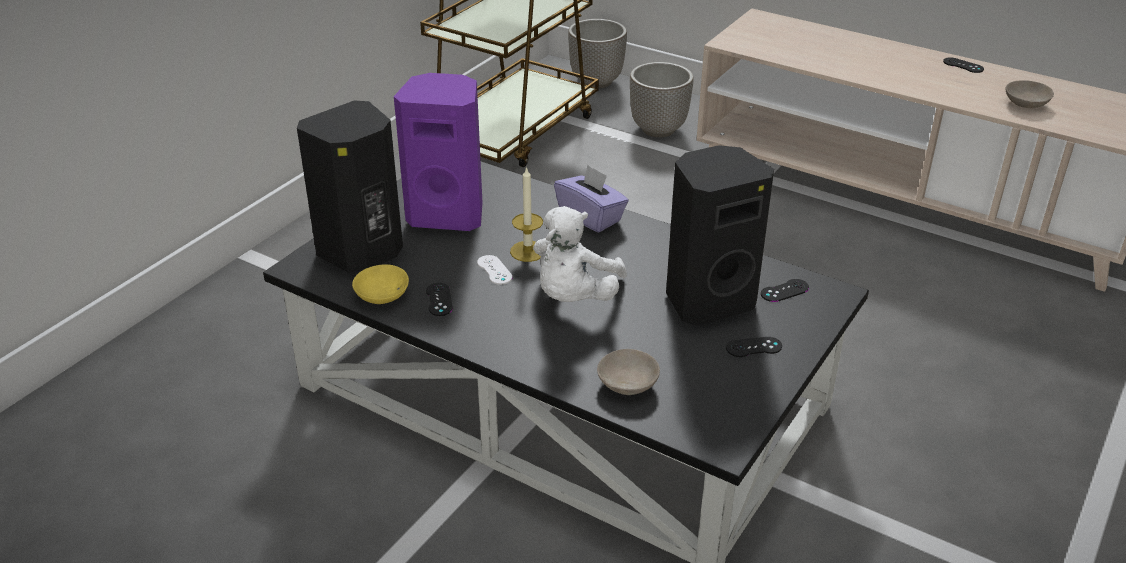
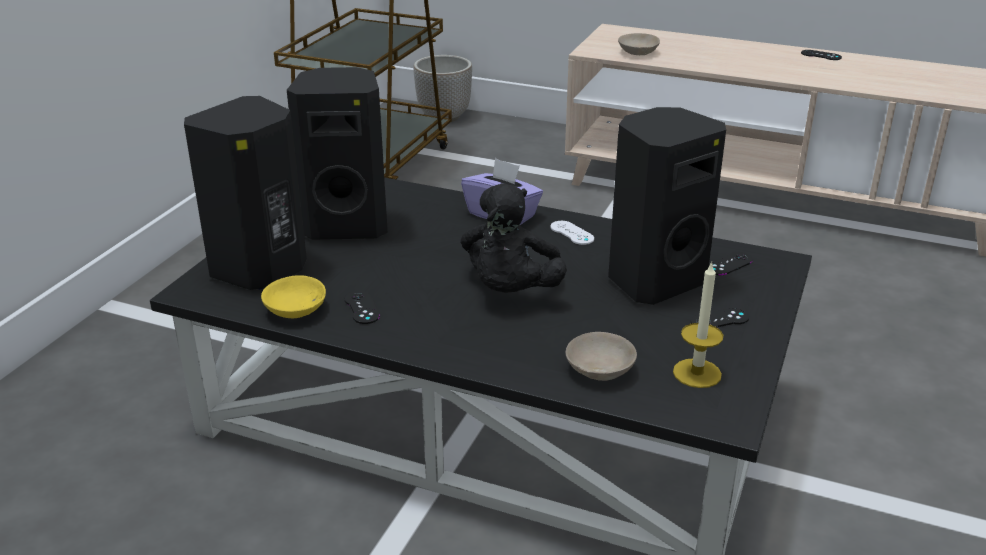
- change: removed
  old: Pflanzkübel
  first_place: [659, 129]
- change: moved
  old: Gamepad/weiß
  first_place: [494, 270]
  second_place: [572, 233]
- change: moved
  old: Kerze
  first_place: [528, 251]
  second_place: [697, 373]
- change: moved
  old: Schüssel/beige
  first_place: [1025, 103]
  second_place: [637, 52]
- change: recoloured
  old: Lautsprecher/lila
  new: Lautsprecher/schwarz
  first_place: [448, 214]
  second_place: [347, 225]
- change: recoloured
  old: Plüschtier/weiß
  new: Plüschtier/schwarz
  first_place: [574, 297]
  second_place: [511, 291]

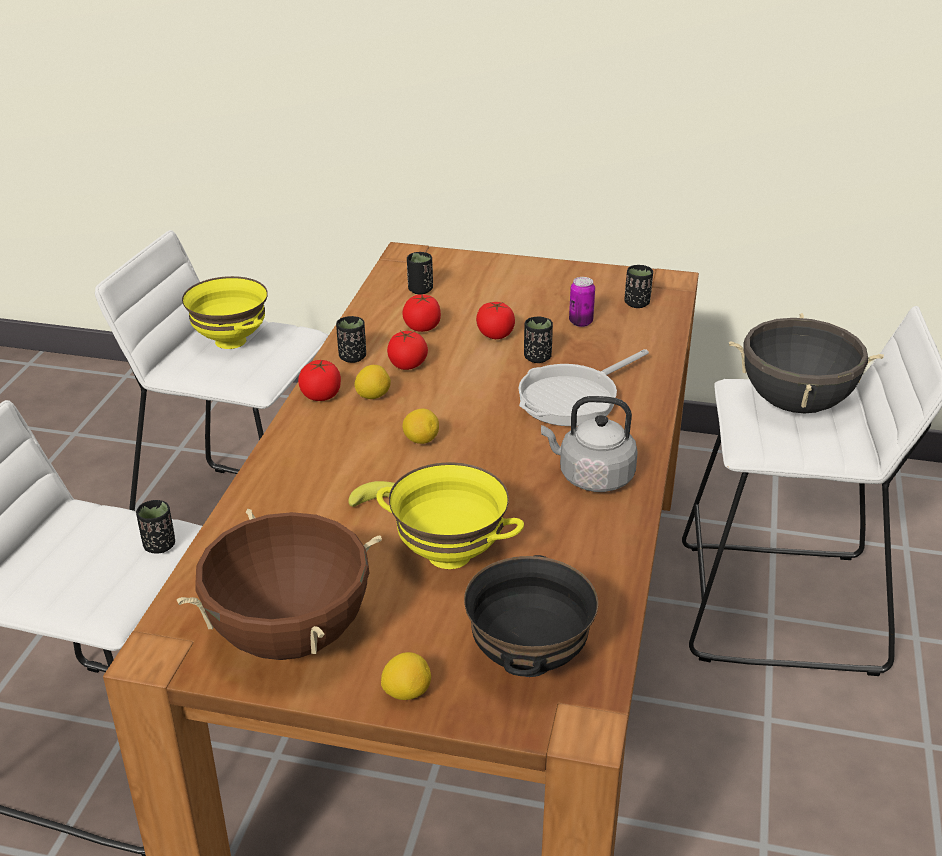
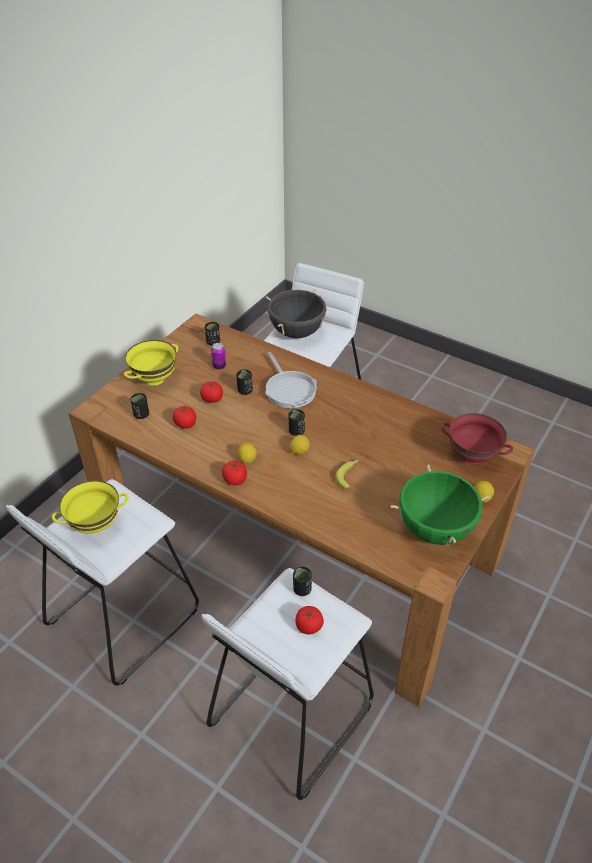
- change: removed
  old: Wasserkessel/grau
  first_place: [591, 477]
- change: moved
  old: Tasse/schwarz
  first_place: [352, 357]
  second_place: [296, 431]
- change: moved
  old: Schüssel/gelb
  first_place: [448, 556]
  second_place: [155, 380]
- change: moved
  old: Tomate
  first_place: [407, 365]
  second_place: [309, 626]
- change: recoloured
  old: Kochtopf/braun
  new: Kochtopf/grün
  first_place: [290, 635]
  second_place: [435, 529]
- change: recoloured
  old: Schüssel/schwarz
  new: Schüssel/rot
  first_place: [527, 659]
  second_place: [471, 457]

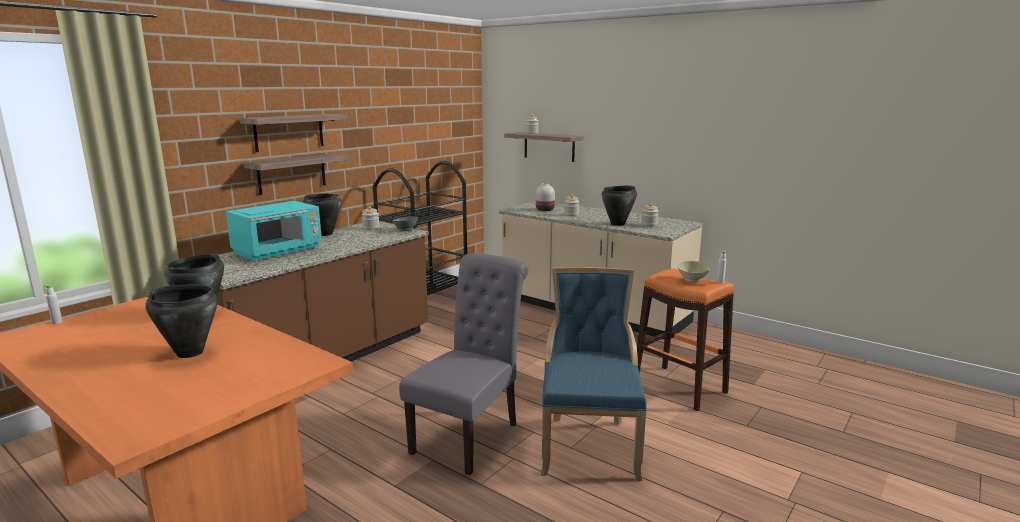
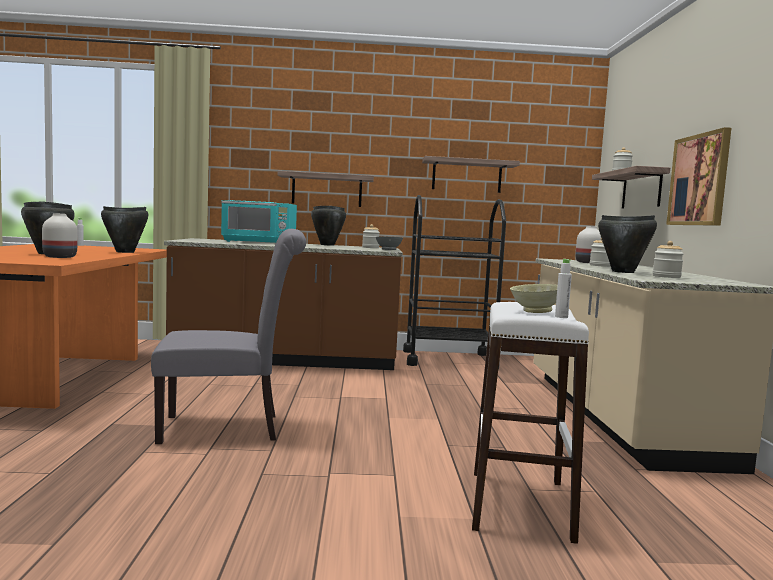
- change: removed
  old: Stuhl/blau
  first_place: [588, 444]
- change: added
  new: Vase/weiß
  second_place: [60, 257]
- change: added
  new: Bild
  second_place: [699, 180]
- change: moved
  old: Wandregal
  first_place: [289, 132]
  second_place: [466, 176]
- change: recoloured
  old: Hocker/orange
  new: Hocker/weiß
  first_place: [680, 387]
  second_place: [520, 505]

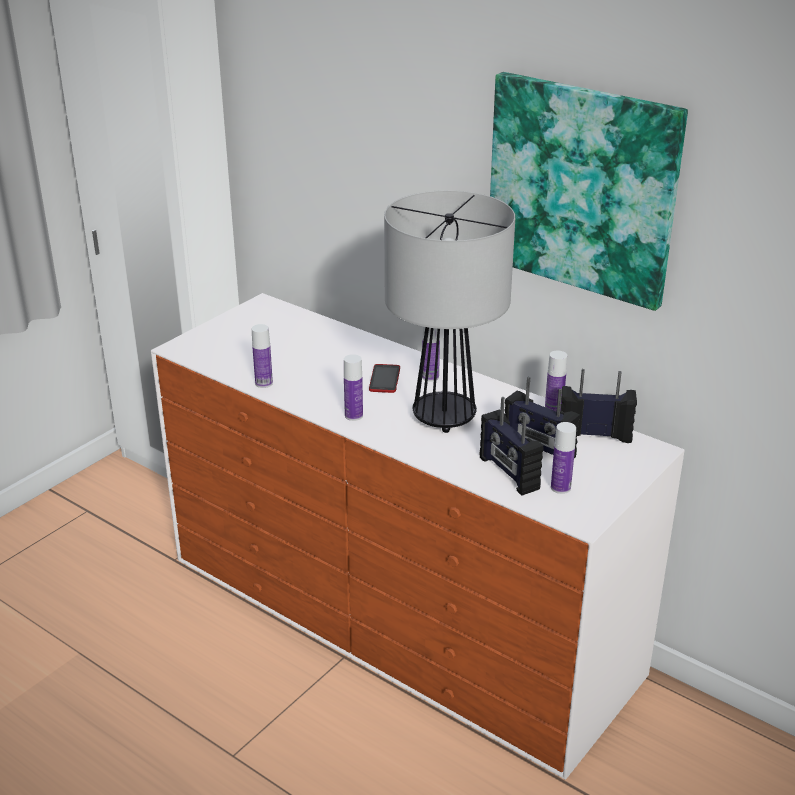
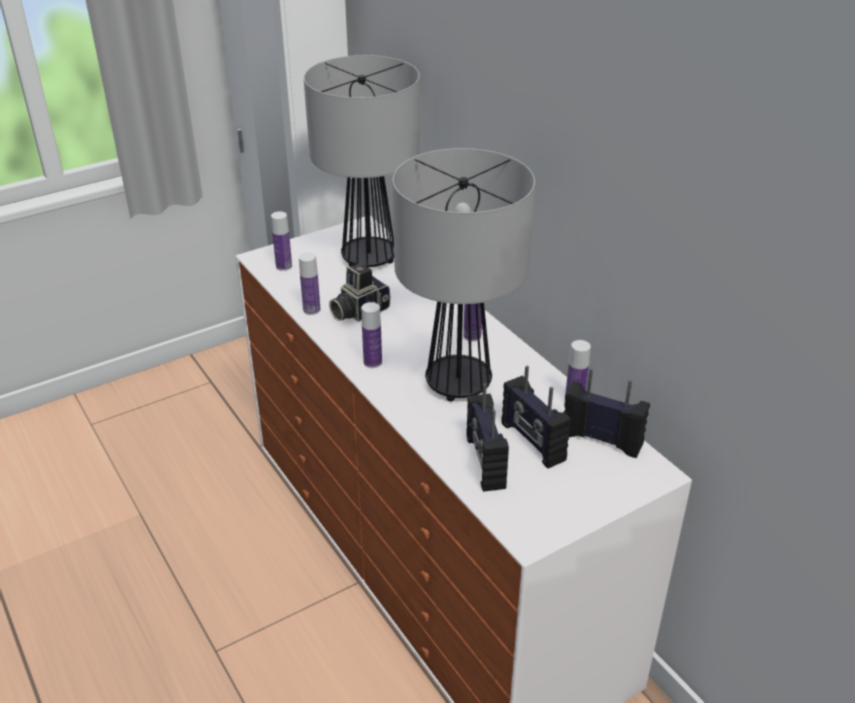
- change: removed
  old: Handy
  first_place: [384, 379]
- change: removed
  old: Bild
  first_place: [583, 188]
- change: added
  new: Tischlampe
  second_place: [370, 259]
- change: added
  new: Kamera
  second_place: [358, 311]
- change: moved
  old: Flasche
  first_place: [560, 487]
  second_place: [284, 266]

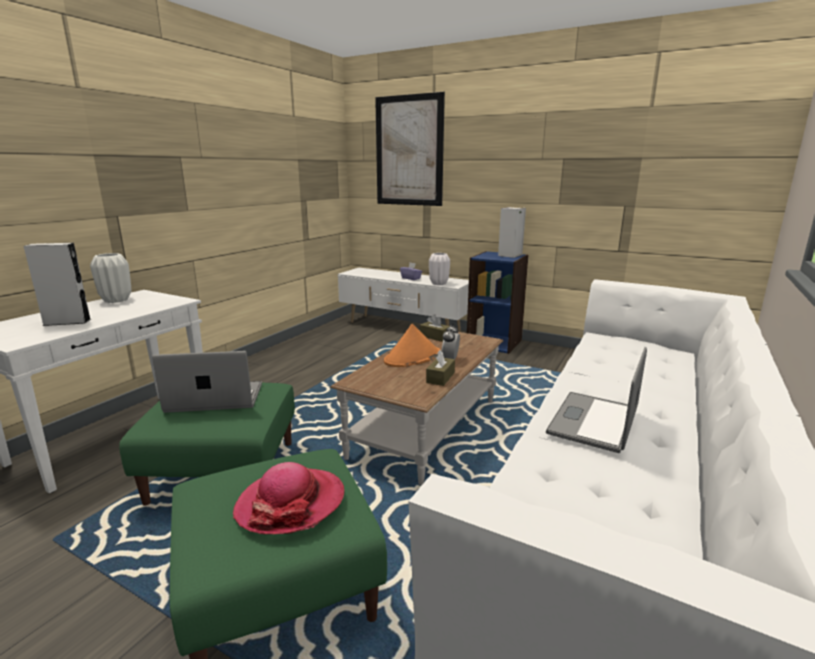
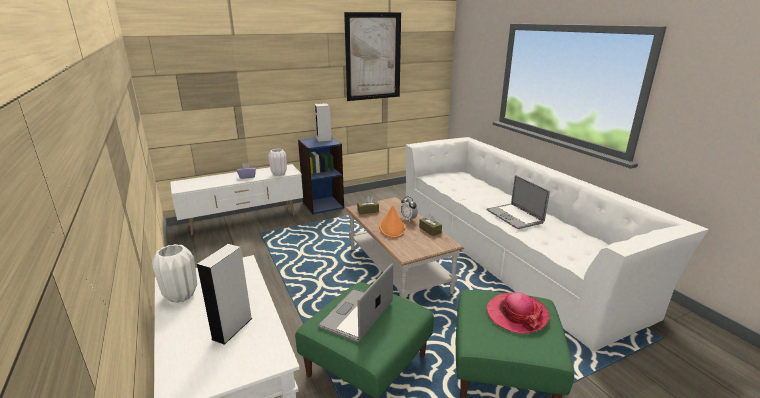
- change: moved
  old: Bild
  first_place: [409, 151]
  second_place: [373, 57]

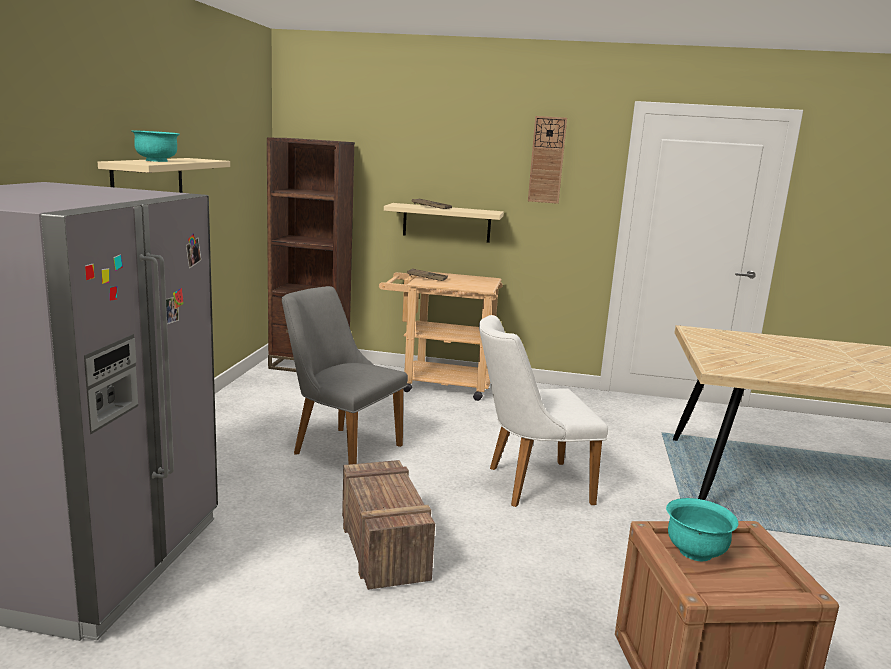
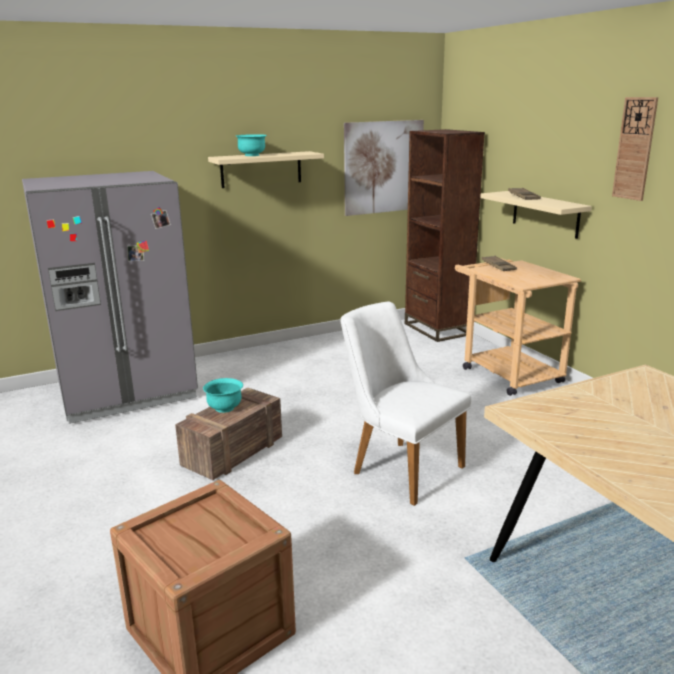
- change: removed
  old: Stuhl/grau
  first_place: [339, 447]
- change: added
  new: Bild
  second_place: [383, 167]
- change: moved
  old: Schüssel/türkis
  first_place: [695, 552]
  second_place: [225, 408]

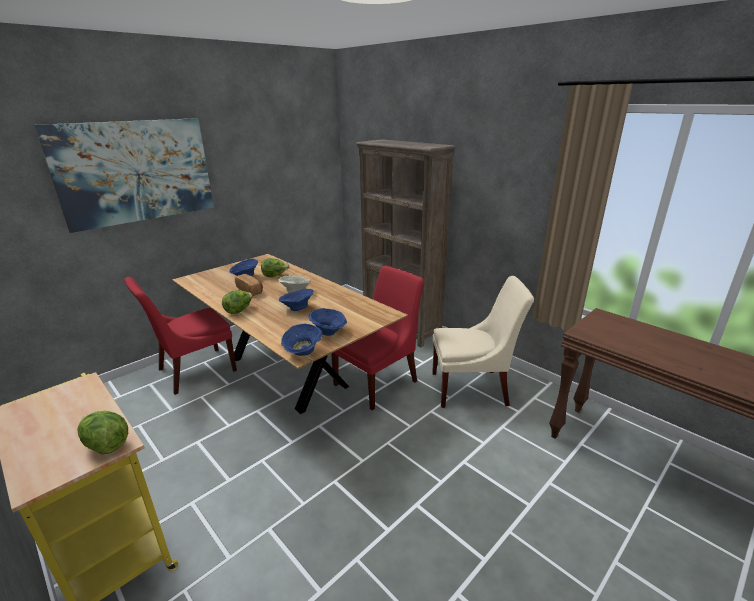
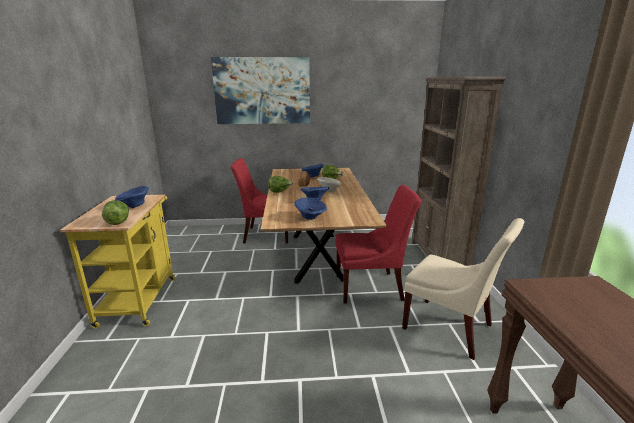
- change: moved
  old: Schüssel/blau
  first_place: [302, 352]
  second_place: [134, 206]

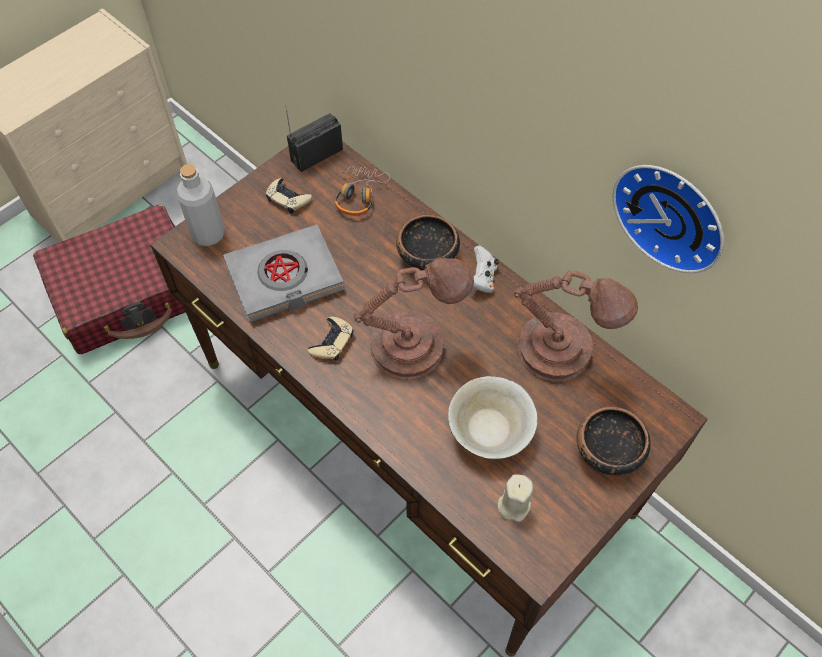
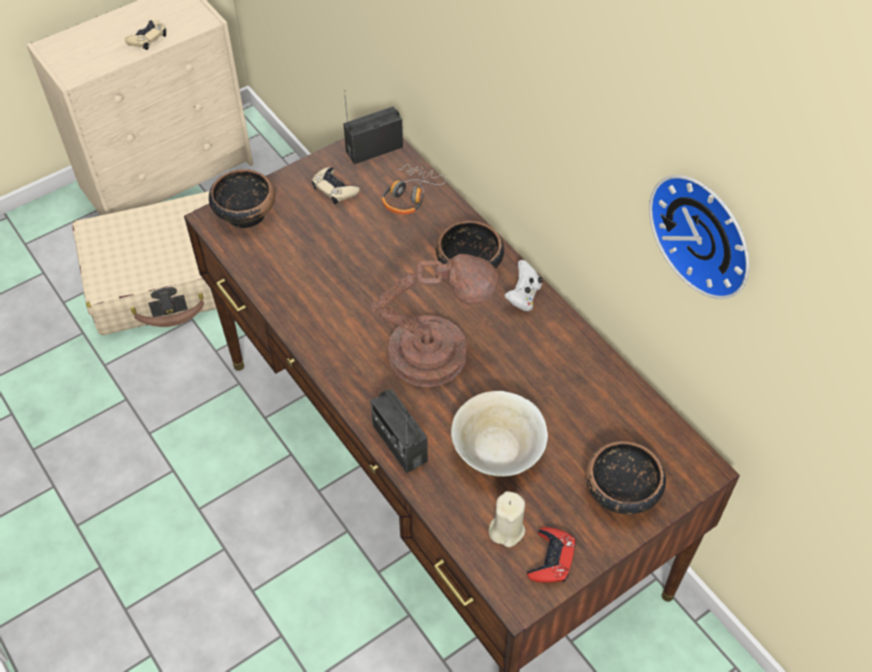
- change: removed
  old: Buch/grau
  first_place: [284, 278]
- change: removed
  old: Tischlampe/braun
  first_place: [560, 352]
- change: added
  new: Radio
  second_place: [399, 443]
- change: added
  new: Gamepad/rot
  second_place: [551, 559]
- change: moved
  old: Gamepad/beige
  first_place: [332, 342]
  second_place: [147, 38]
- change: replaced
  old: Flasche/grau
  new: Schüssel
  first_place: [208, 234]
  second_place: [245, 213]
- change: recoloured
  old: Koffer/rot
  new: Koffer/beige
  first_place: [129, 292]
  second_place: [165, 279]

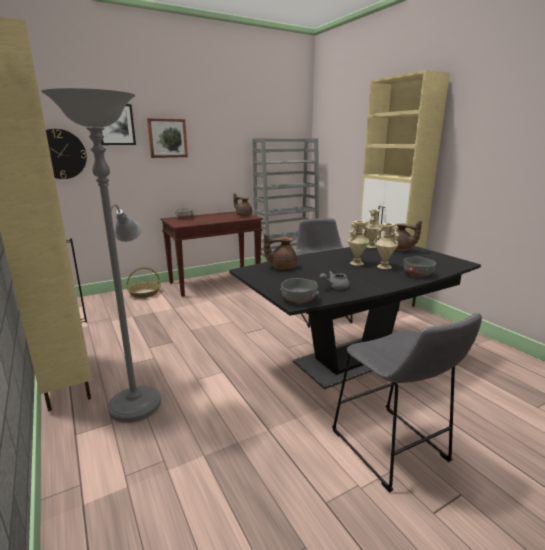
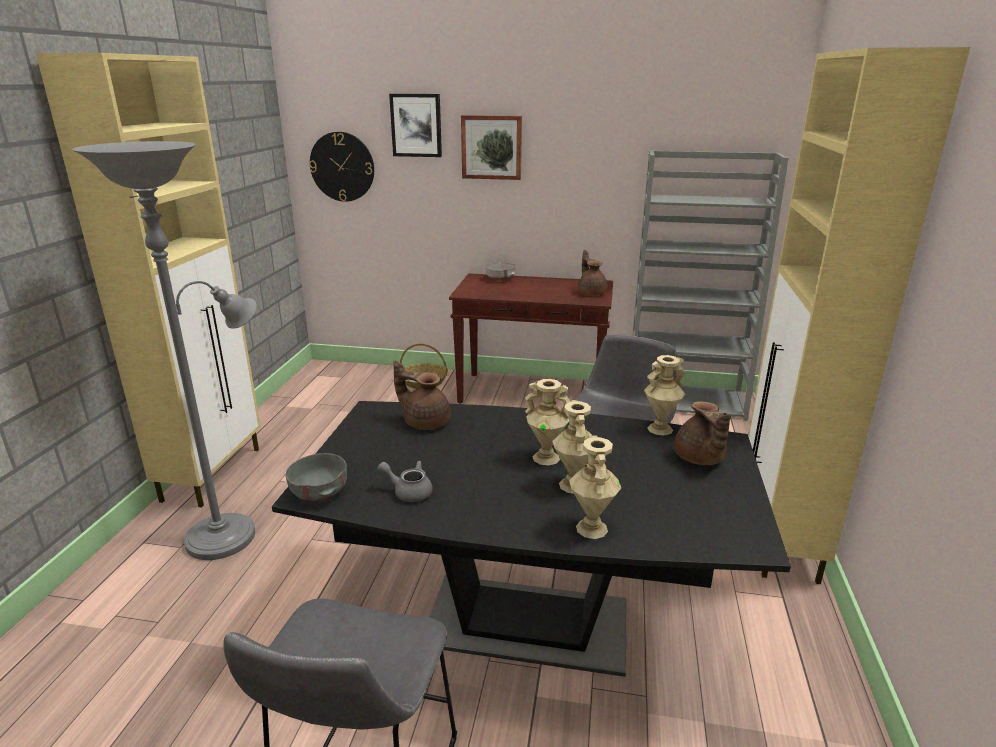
- change: replaced
  old: Schüssel/grau
  new: Vase/beige
  first_place: [417, 274]
  second_place: [591, 528]

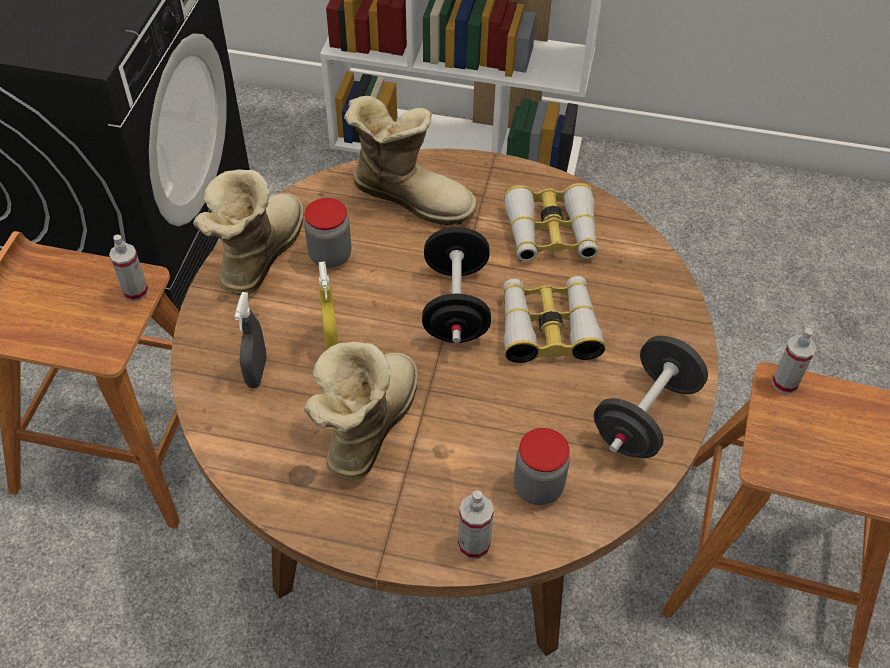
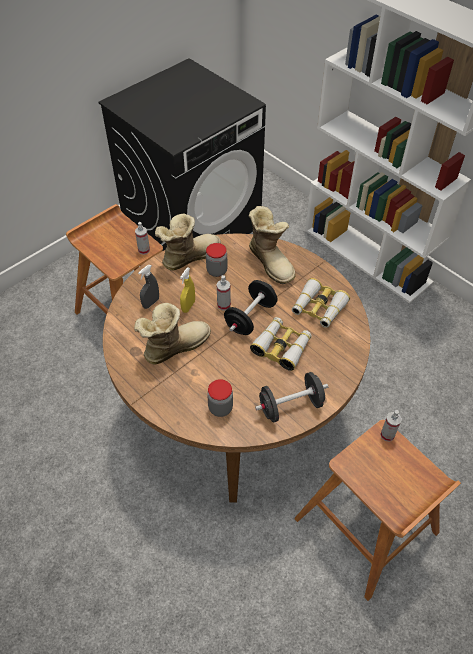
- change: moved
  old: Sprühflasche
  first_place: [474, 545]
  second_place: [223, 305]

